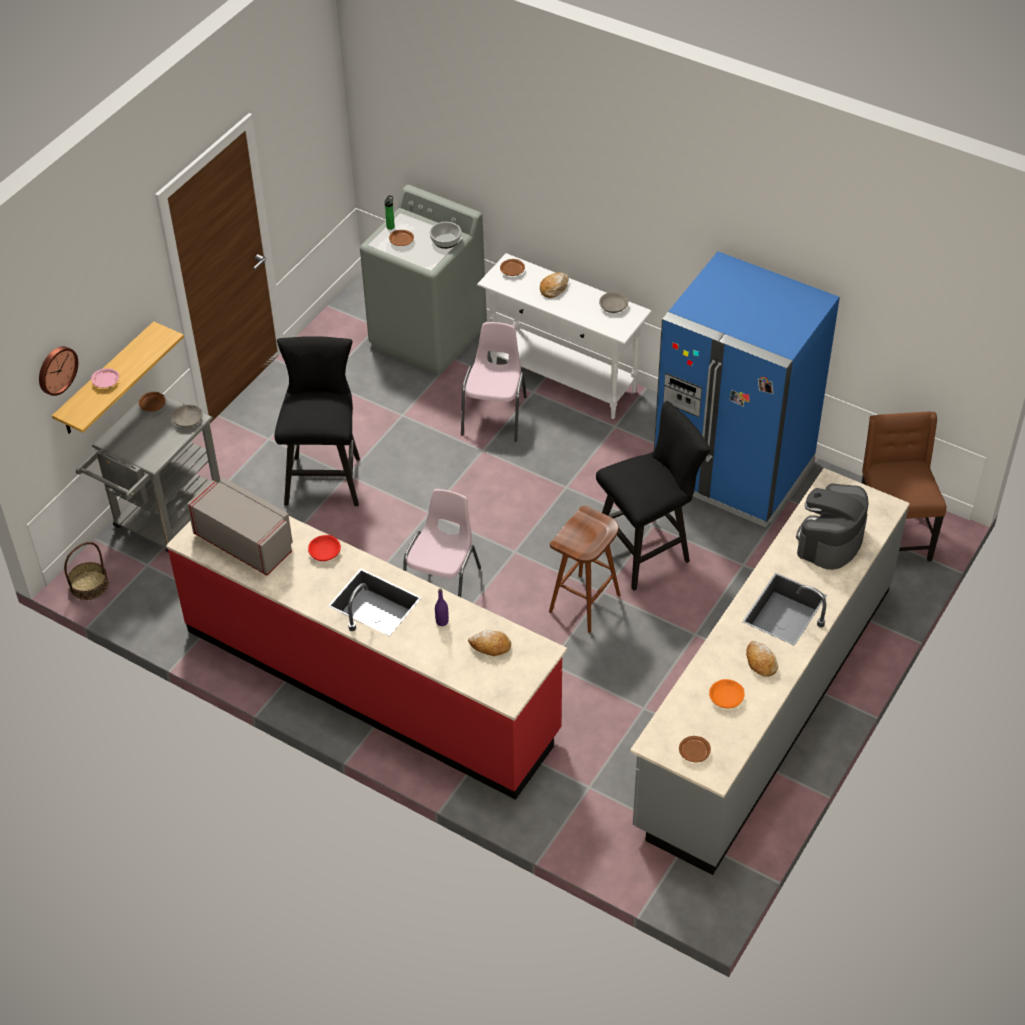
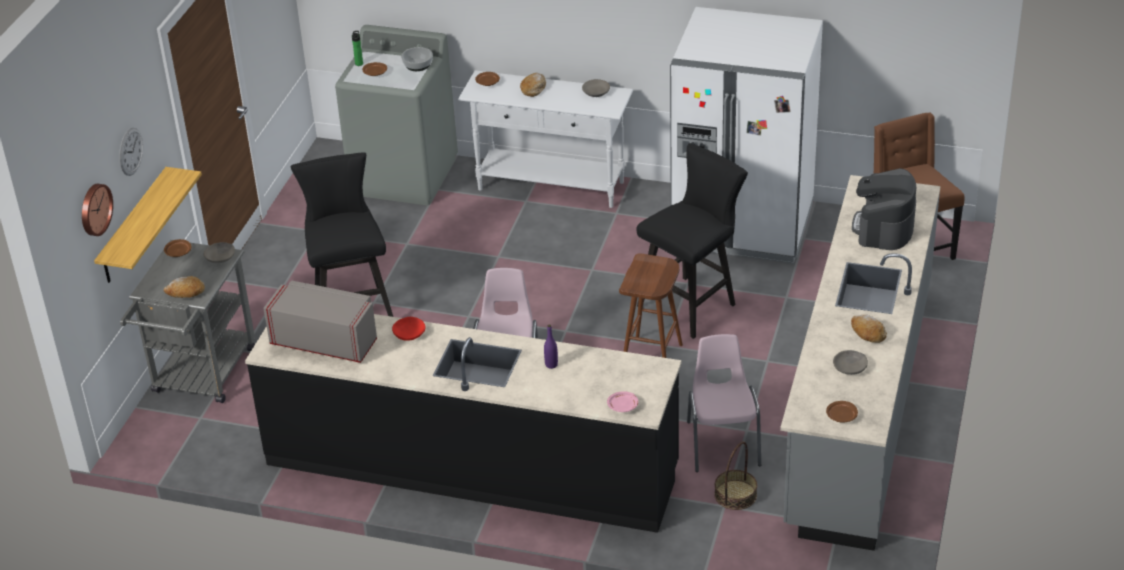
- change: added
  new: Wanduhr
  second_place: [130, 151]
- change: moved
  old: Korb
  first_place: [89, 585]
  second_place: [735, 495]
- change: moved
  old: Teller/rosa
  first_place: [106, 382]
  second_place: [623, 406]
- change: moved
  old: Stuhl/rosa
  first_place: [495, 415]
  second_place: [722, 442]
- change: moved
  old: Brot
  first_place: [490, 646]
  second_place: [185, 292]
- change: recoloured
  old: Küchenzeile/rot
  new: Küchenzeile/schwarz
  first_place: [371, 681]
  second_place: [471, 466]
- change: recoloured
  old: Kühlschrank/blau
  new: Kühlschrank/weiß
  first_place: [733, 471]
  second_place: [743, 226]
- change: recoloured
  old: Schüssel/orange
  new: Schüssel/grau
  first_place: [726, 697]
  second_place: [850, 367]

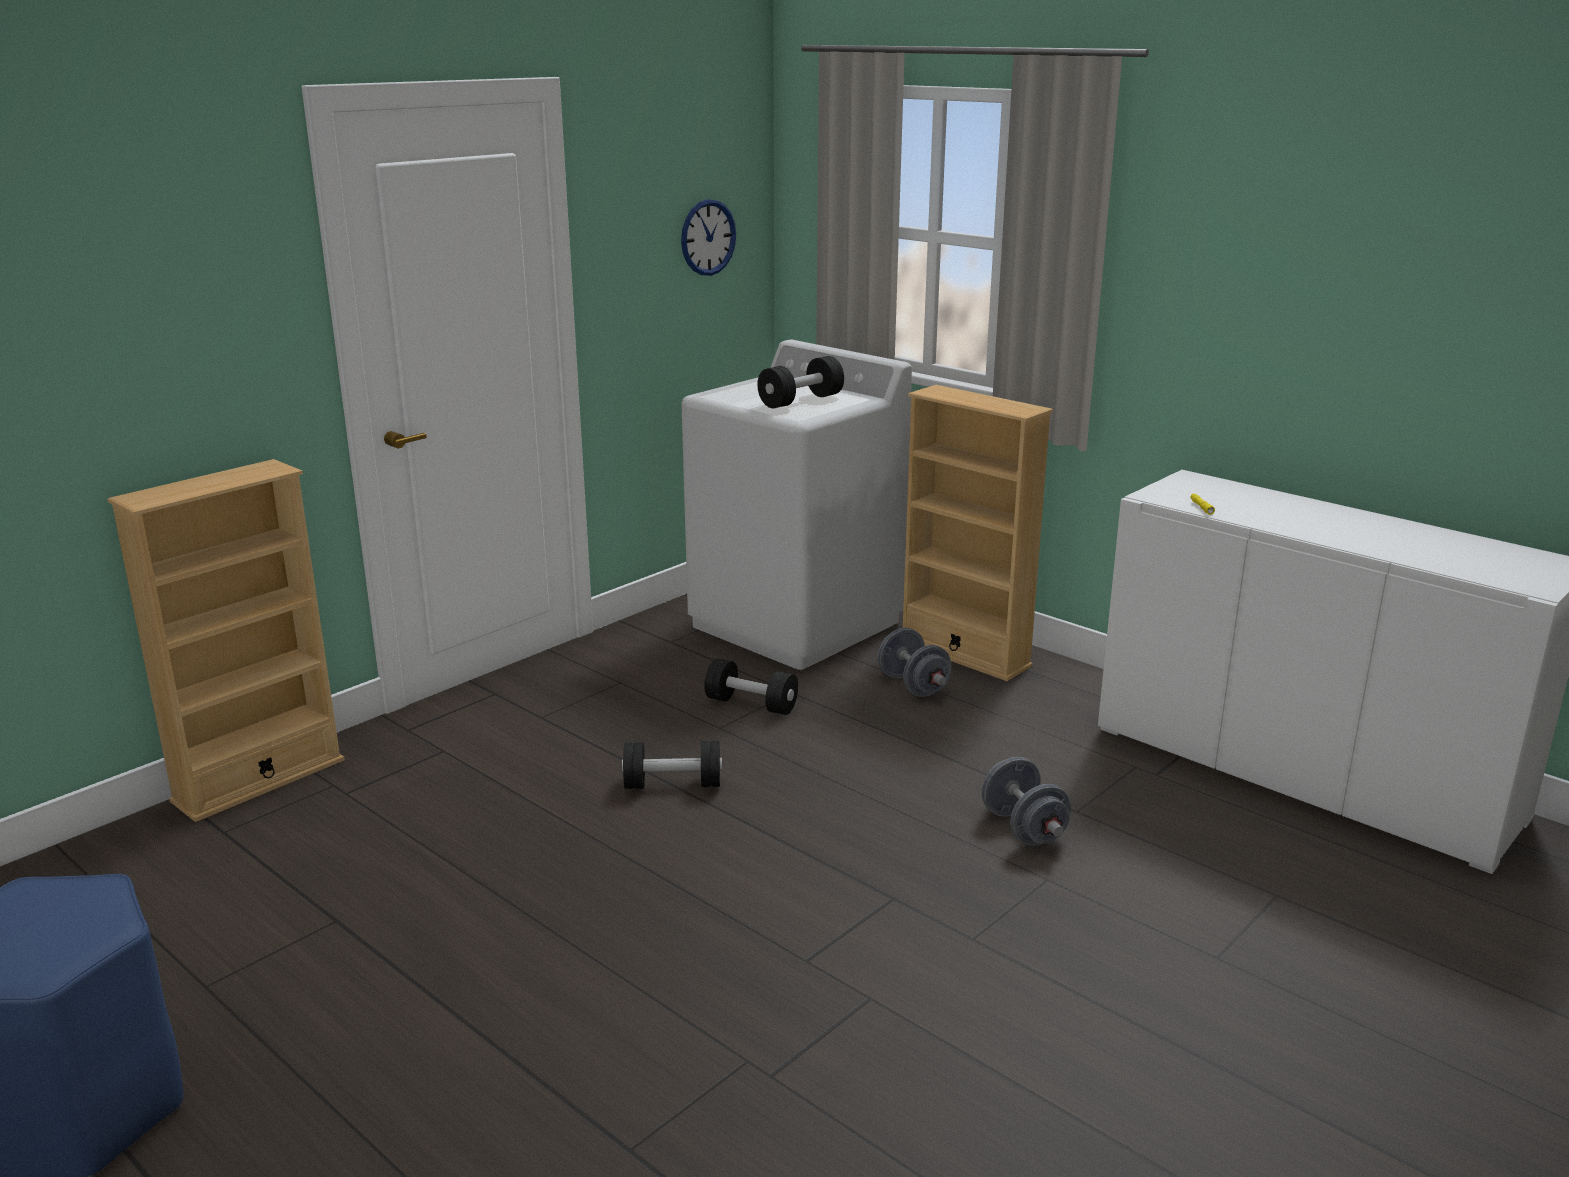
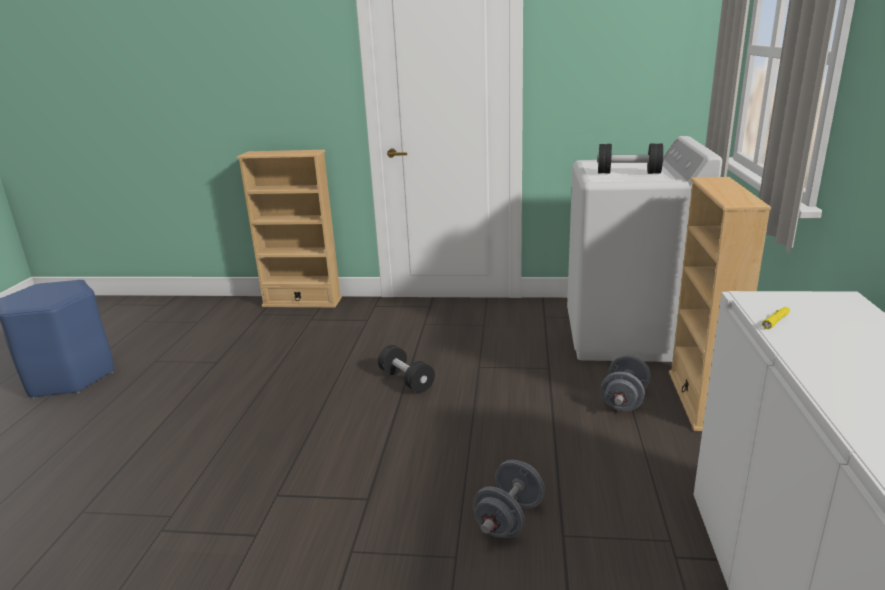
- change: removed
  old: Wanduhr
  first_place: [708, 237]
- change: removed
  old: Hantel/schwarz
  first_place: [751, 704]

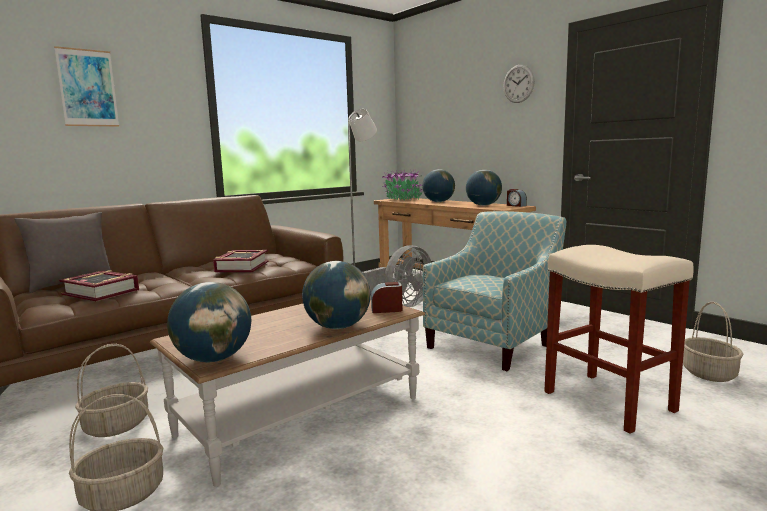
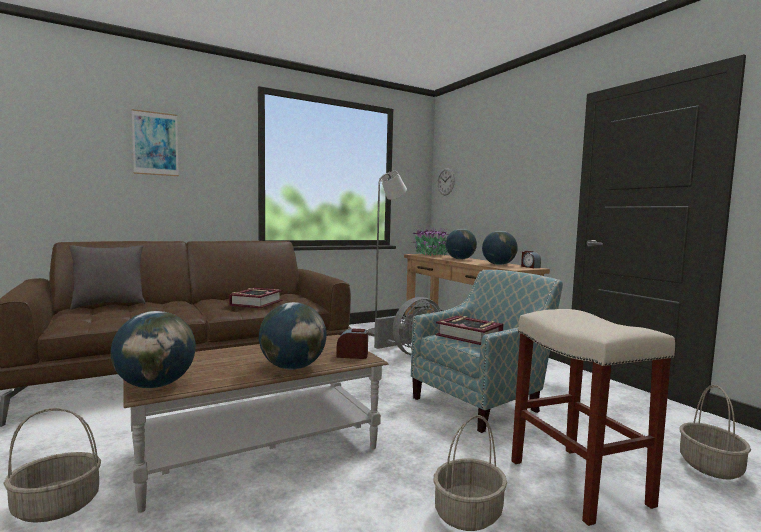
- change: moved
  old: Buch
  first_place: [101, 292]
  second_place: [469, 336]
- change: moved
  old: Korb
  first_place: [116, 426]
  second_place: [468, 514]
- change: moved
  old: Wanduhr
  first_place: [518, 84]
  second_place: [446, 181]

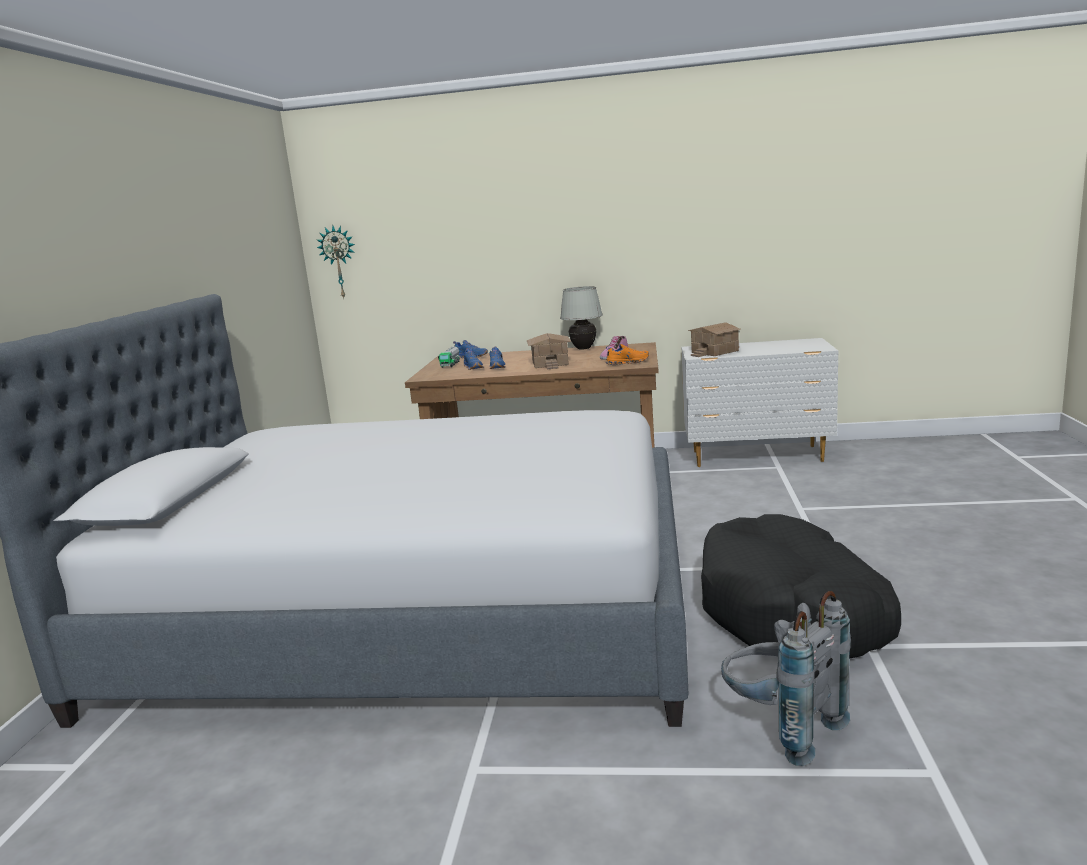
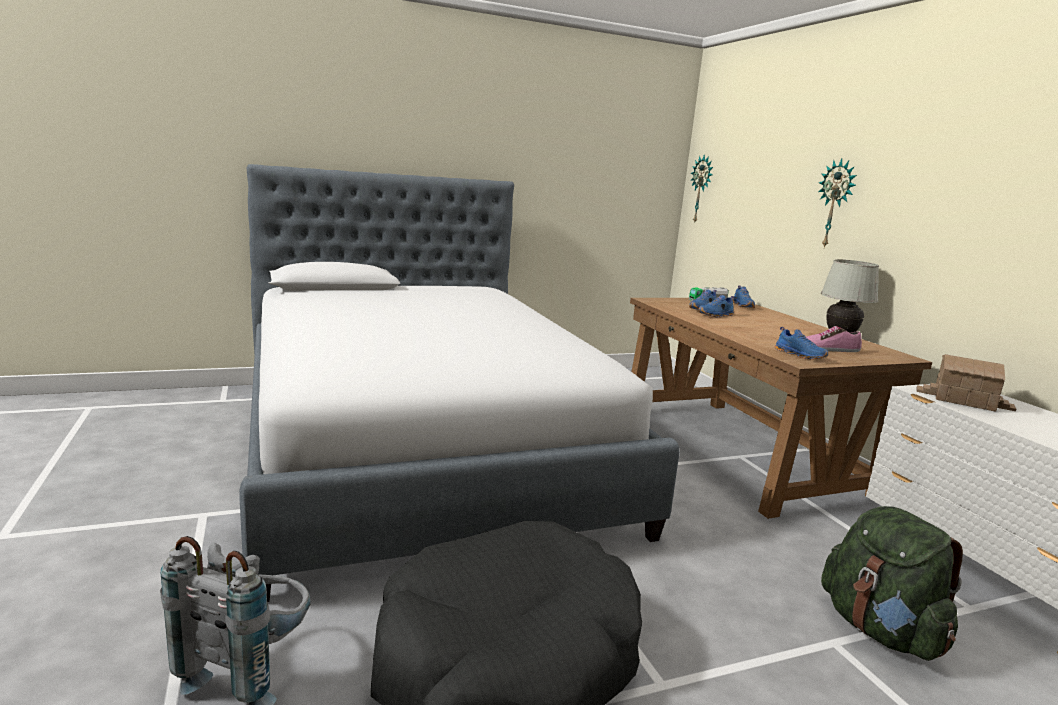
- change: removed
  old: Spielzeughaus
  first_place: [549, 363]
- change: added
  new: Wanduhr
  second_place: [835, 204]
- change: added
  new: Rucksack/grün
  second_place: [880, 630]
- change: recoloured
  old: Schuh/orange
  new: Schuh/blau
  first_place: [627, 362]
  second_place: [800, 355]

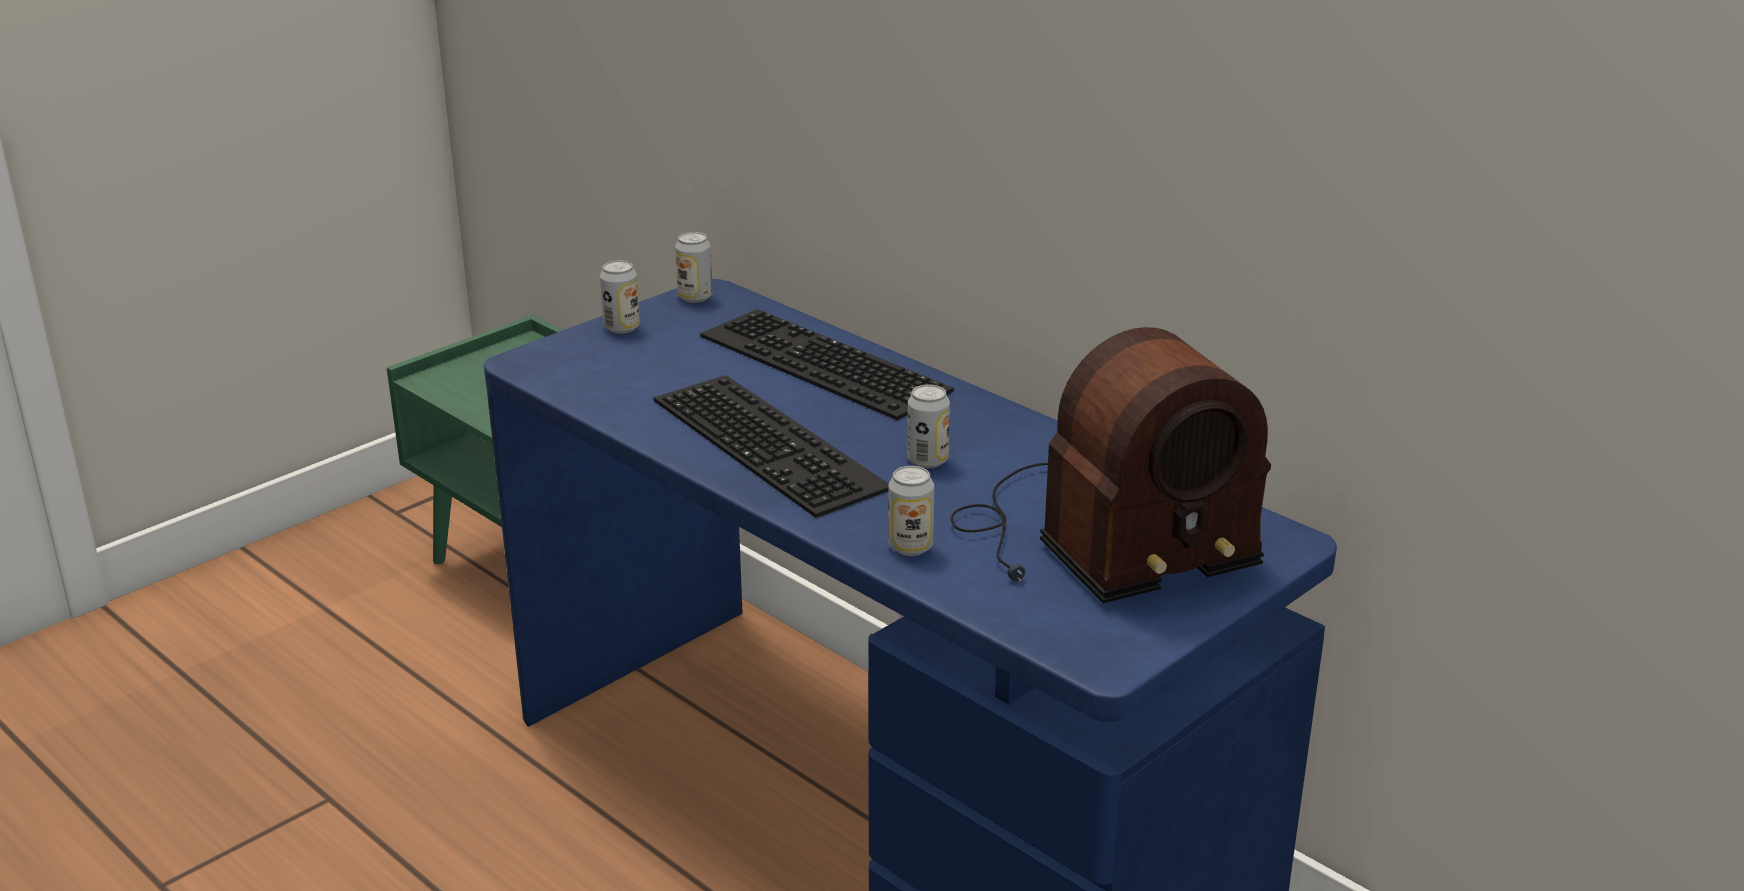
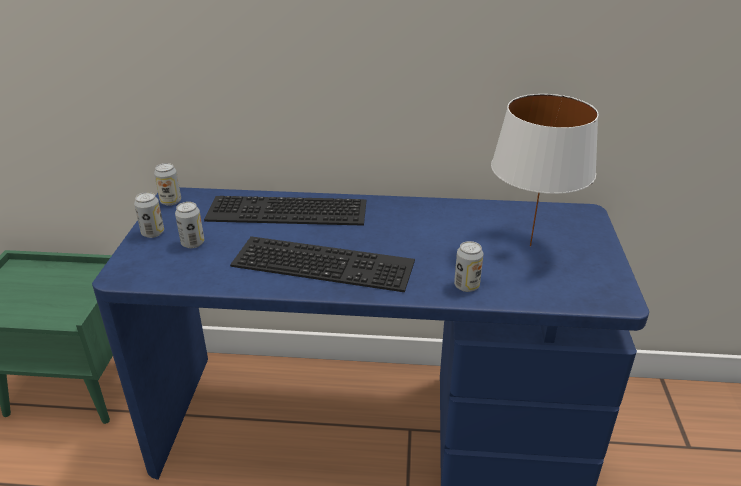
- change: moved
  old: Dose
  first_place: [927, 460]
  second_place: [193, 243]
- change: replaced
  old: Radio
  new: Tischlampe/weiß
  first_place: [1097, 541]
  second_place: [529, 245]

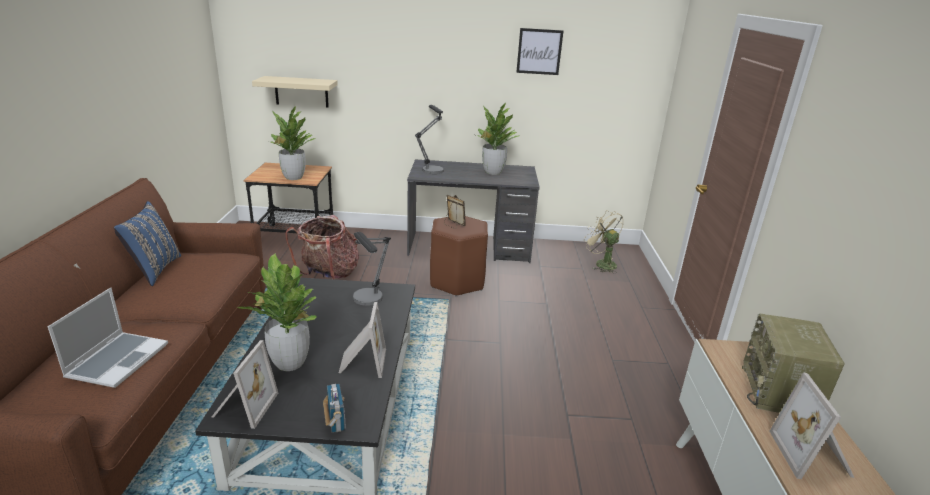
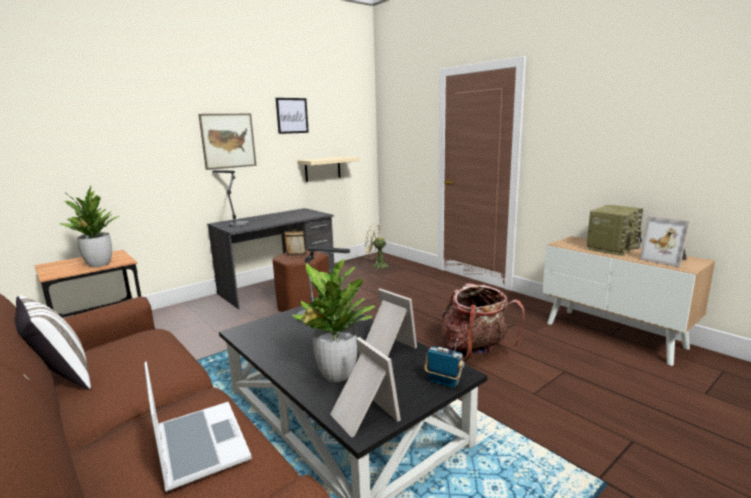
- change: removed
  old: Topfpflanze
  first_place: [492, 172]
- change: added
  new: Bild
  second_place: [228, 141]
- change: moved
  old: Wandregal/beige
  first_place: [301, 92]
  second_place: [322, 168]
- change: moved
  old: Rucksack
  first_place: [328, 274]
  second_place: [475, 350]
- change: recoloured
  old: Kissen/blau
  new: Kissen/weiß
  first_place: [154, 270]
  second_place: [60, 379]
- change: turned
  old: Radio
  first_place: [779, 393]
  second_place: [612, 248]
  degrees: -105

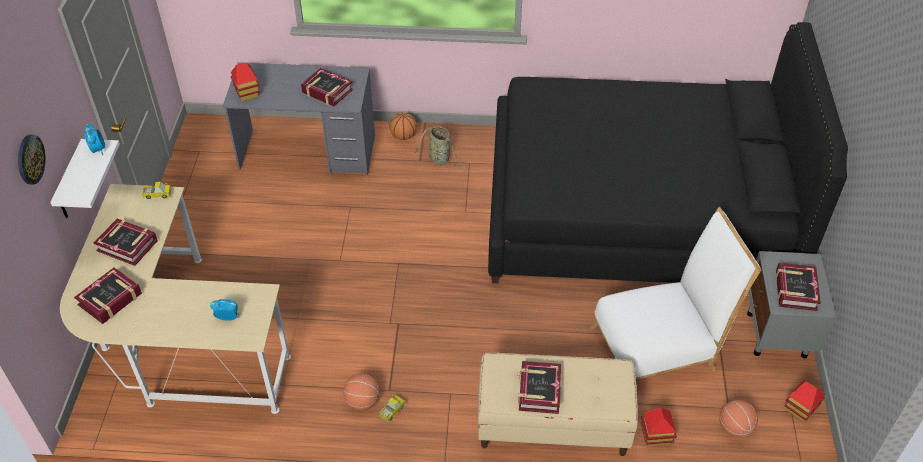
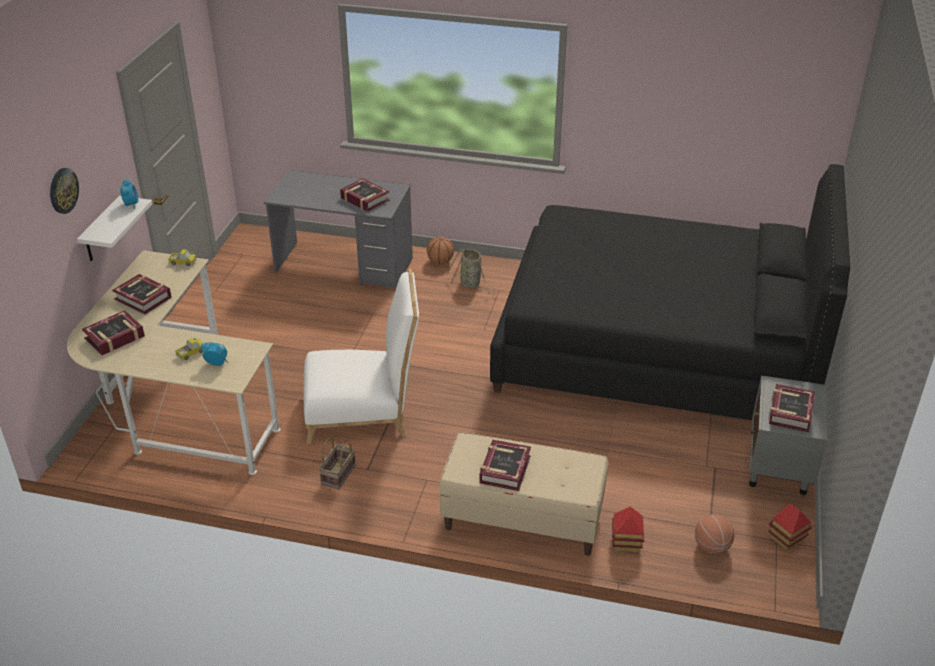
- change: removed
  old: Spielzeughaus
  first_place: [247, 93]
- change: moved
  old: Spielzeuglaster
  first_place: [392, 411]
  second_place: [191, 353]
- change: moved
  old: Stuhl/weiß
  first_place: [659, 346]
  second_place: [363, 411]
- change: replaced
  old: Basketball
  new: Korb
  first_place: [362, 401]
  second_place: [338, 475]

